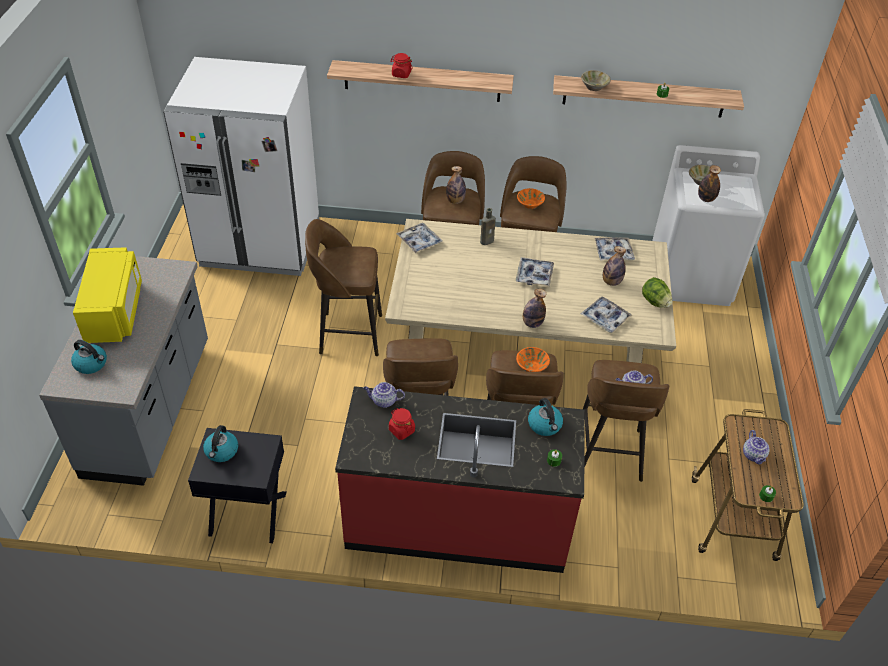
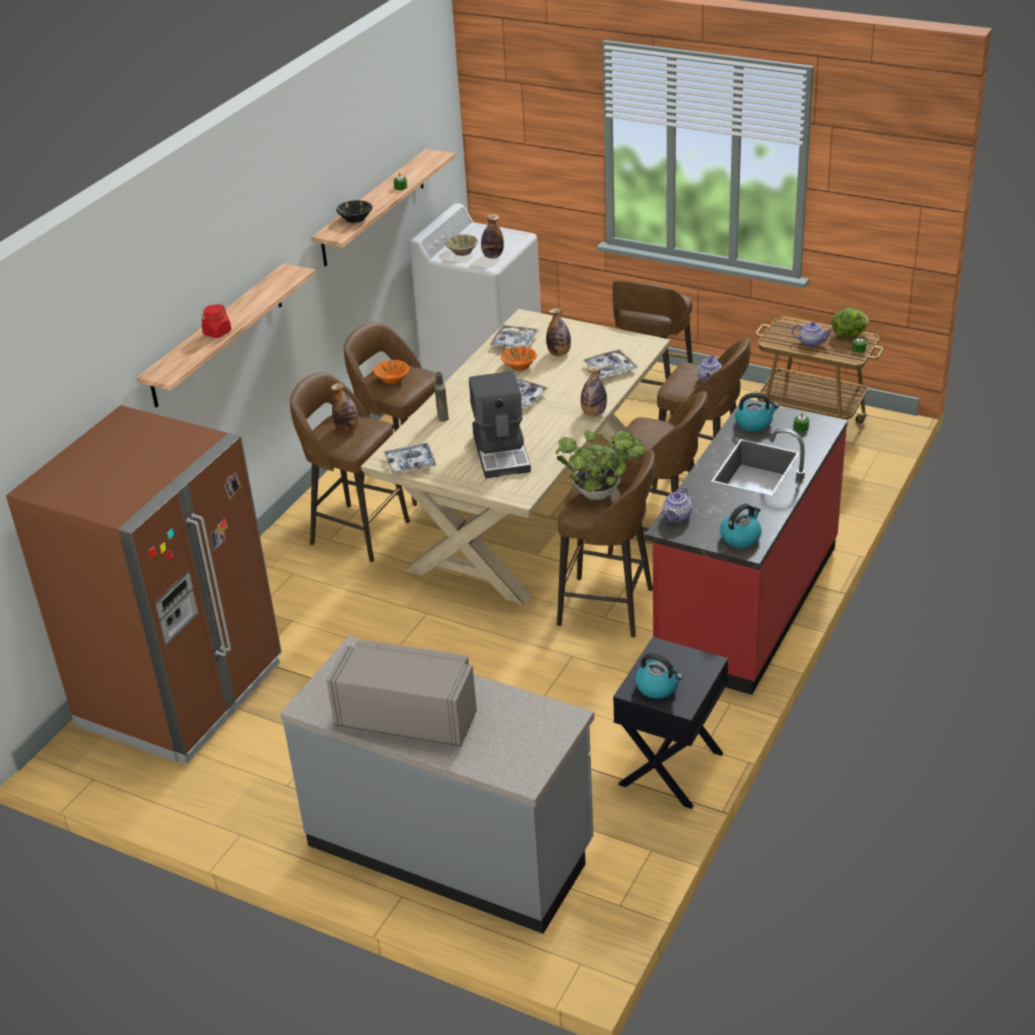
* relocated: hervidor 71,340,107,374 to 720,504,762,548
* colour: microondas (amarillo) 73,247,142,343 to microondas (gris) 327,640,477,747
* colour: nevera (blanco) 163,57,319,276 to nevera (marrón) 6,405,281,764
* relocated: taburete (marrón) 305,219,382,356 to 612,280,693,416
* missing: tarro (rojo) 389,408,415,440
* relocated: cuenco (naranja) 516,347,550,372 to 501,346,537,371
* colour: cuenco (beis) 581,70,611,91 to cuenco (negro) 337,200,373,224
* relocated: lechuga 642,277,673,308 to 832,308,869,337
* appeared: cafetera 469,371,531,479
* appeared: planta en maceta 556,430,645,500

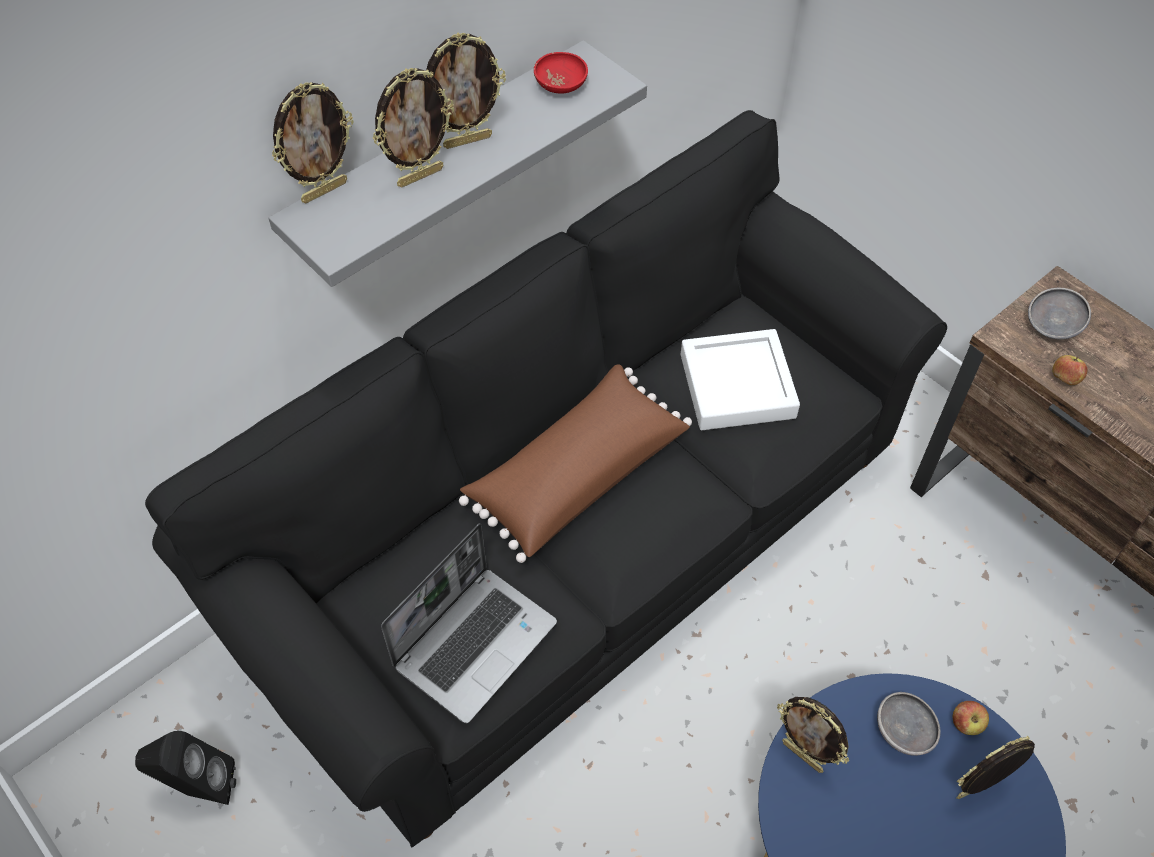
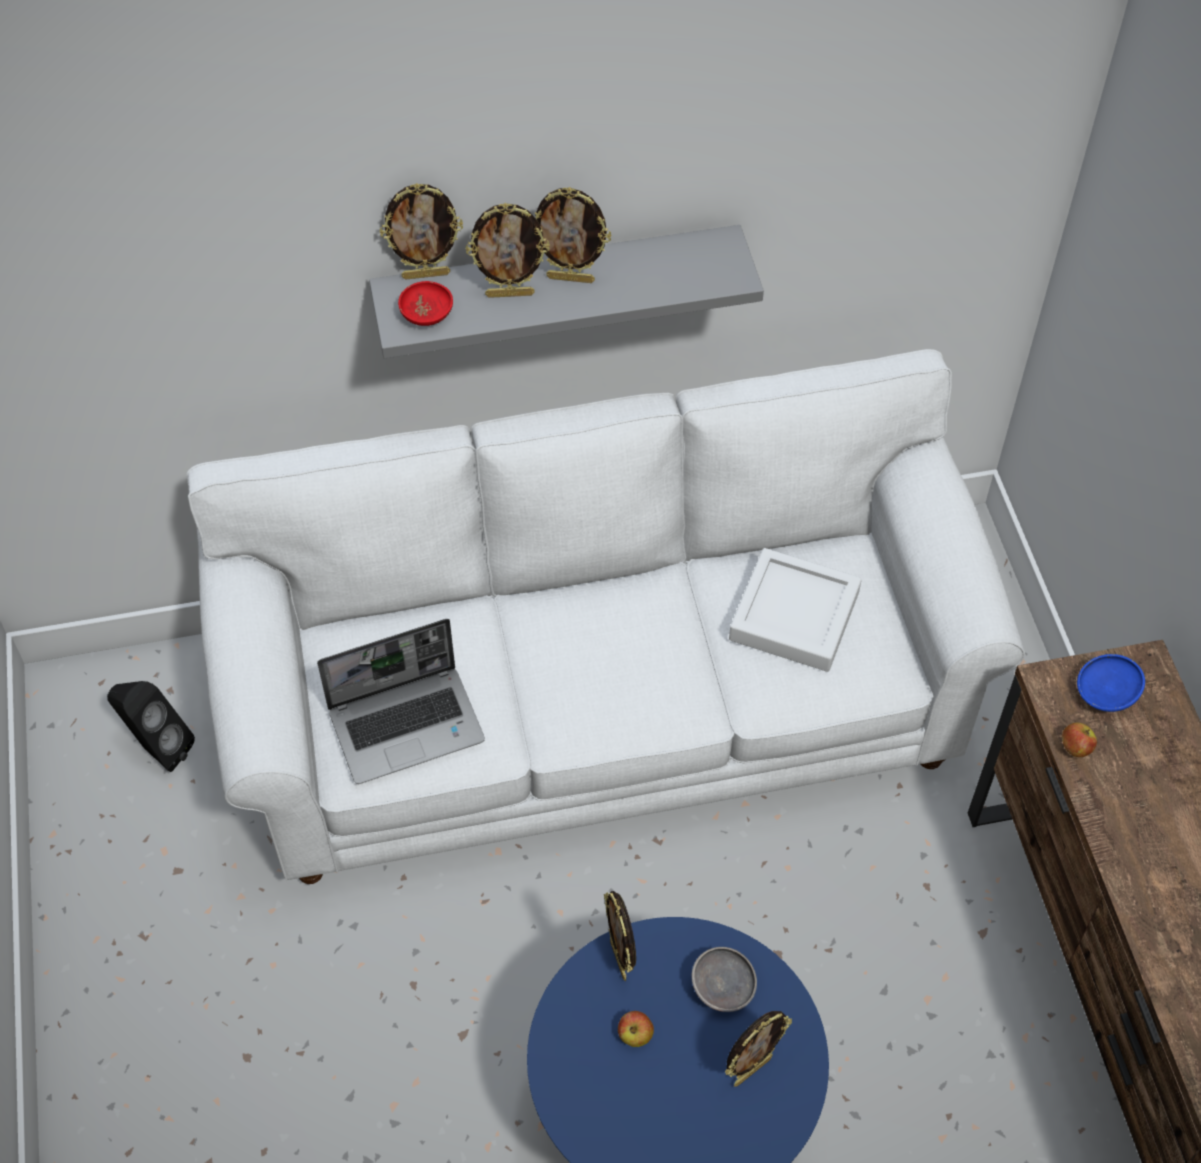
* colour: sofá (negro) 145,110,947,848 to sofá (blanco) 186,349,1025,884
* missing: cojín (marrón) 459,365,692,563
* relocated: cuenco (rojo) 534,52,588,94 to 398,281,453,326
* relocated: manzana 953,701,989,735 to 618,1011,654,1047
* spun: portarretratos 957,736,1035,799 = 725,1011,792,1087 135 degrees clockwise
* colour: cuenco (gris) 1028,288,1091,340 to cuenco (azul) 1077,654,1145,712

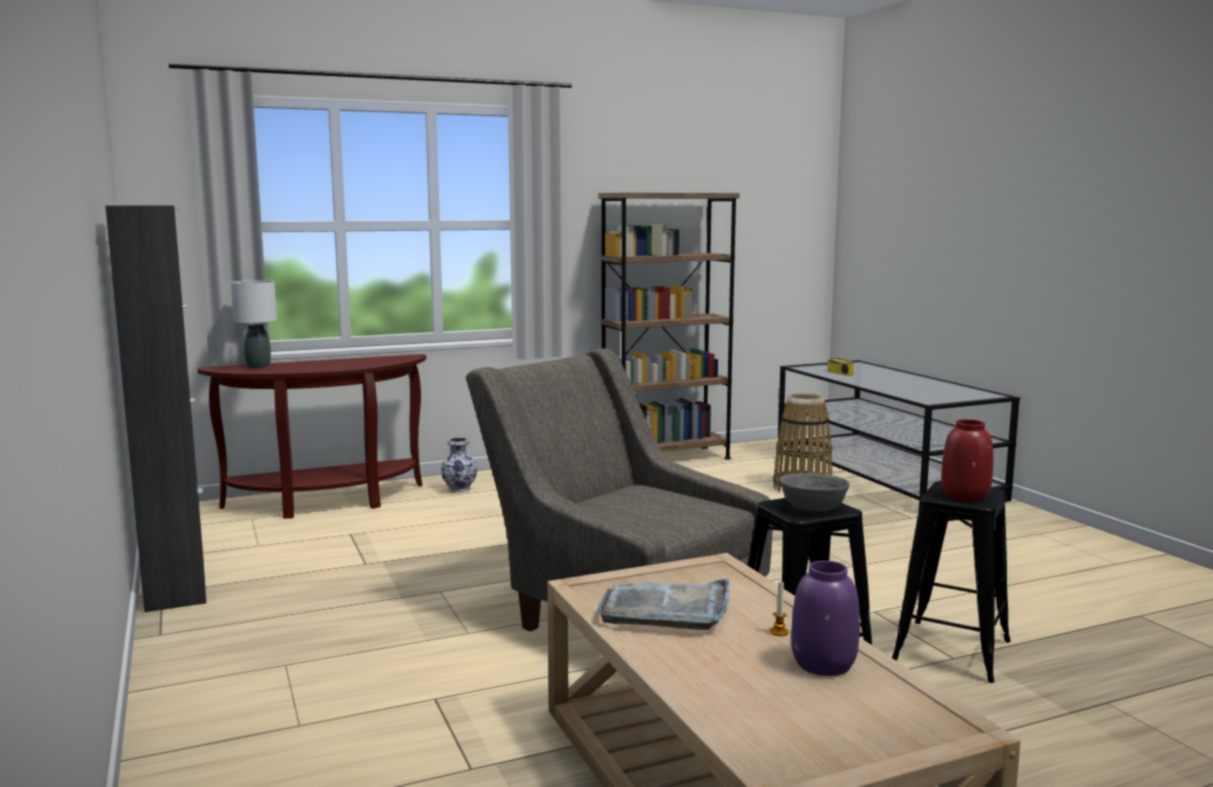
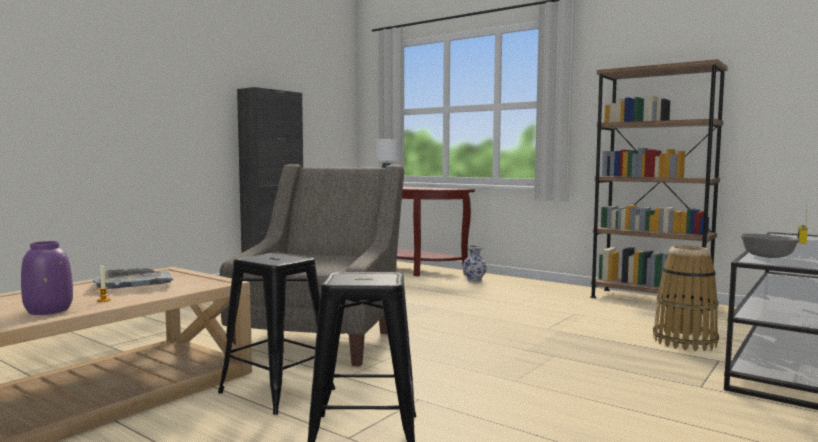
* relocated: cuenco (gris) 780,473,850,512 to 741,233,799,258
* missing: florero (rojo) 941,419,994,501

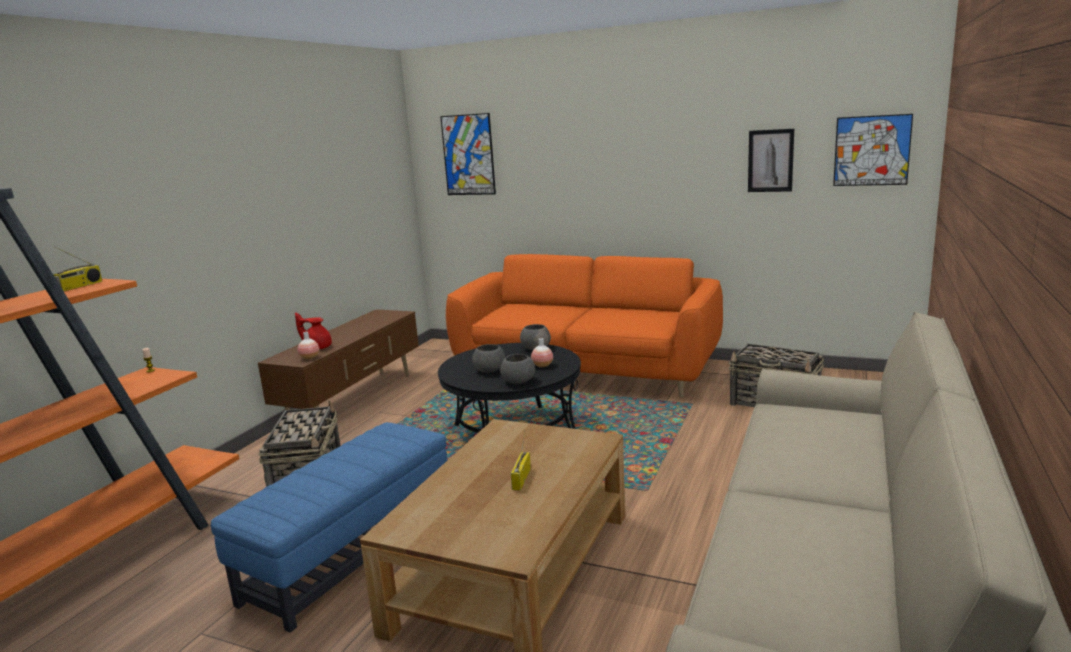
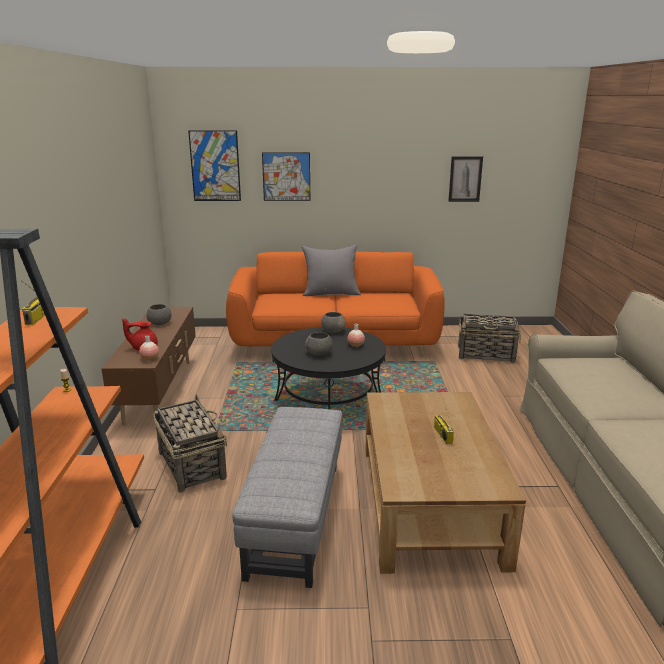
* colour: puf (azul) 211,422,448,633 to puf (gris) 232,407,342,588
* relocated: cuenco (gris) 500,354,535,384 to 146,304,172,325
* relocated: cuadro 833,114,913,186 to 262,152,310,201
* appeared: cojín (gris) 302,245,361,296

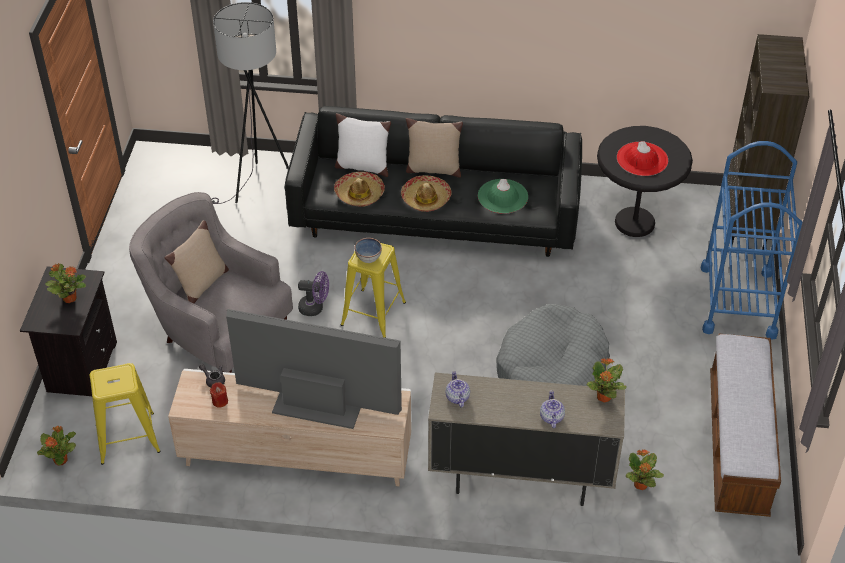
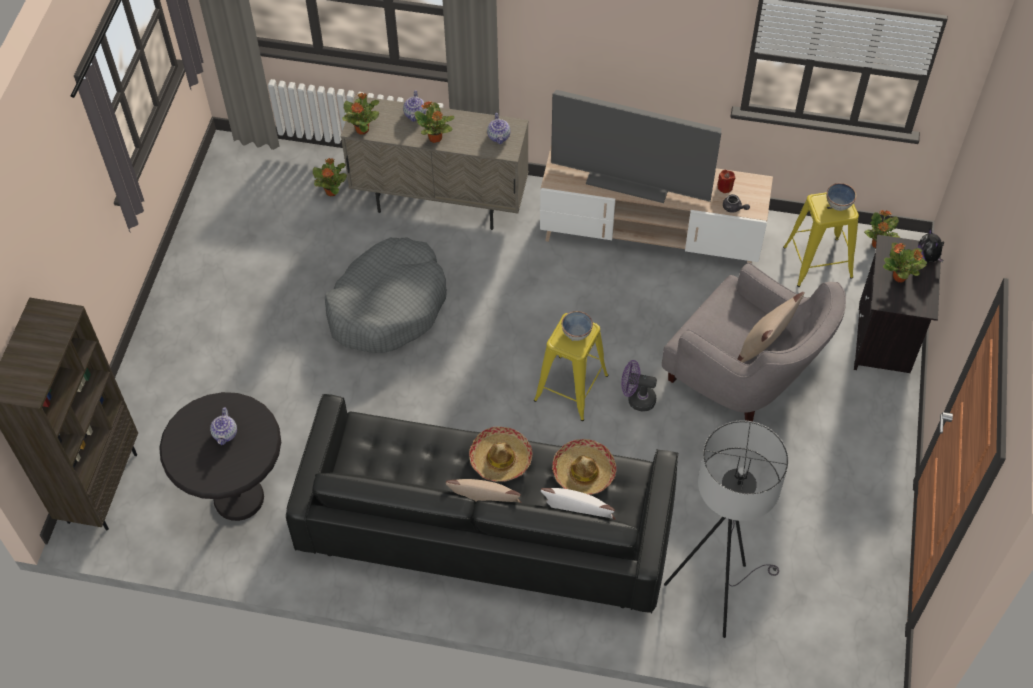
* missing: sombrero (verde) 478,179,528,214
* exchanged: sombrero (rojo) 617,141,668,176 to tetera 210,408,237,445
* missing: carrito (azul) 701,141,803,340
* missing: banco 710,334,781,517
* appeared: planta en maceta 415,101,454,143
* appeared: cuenco 827,183,856,211
* appeared: peluche 918,229,944,262

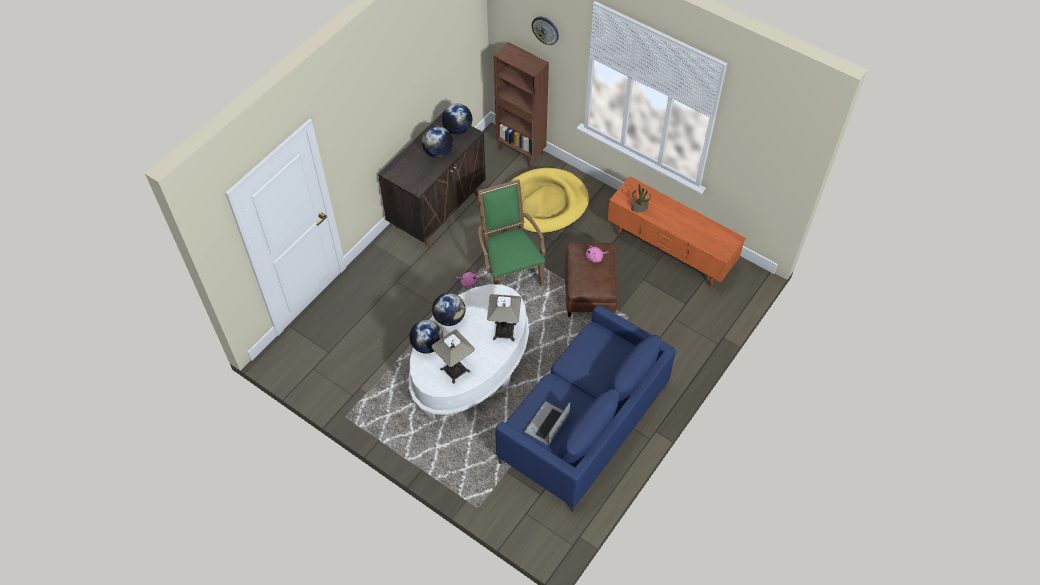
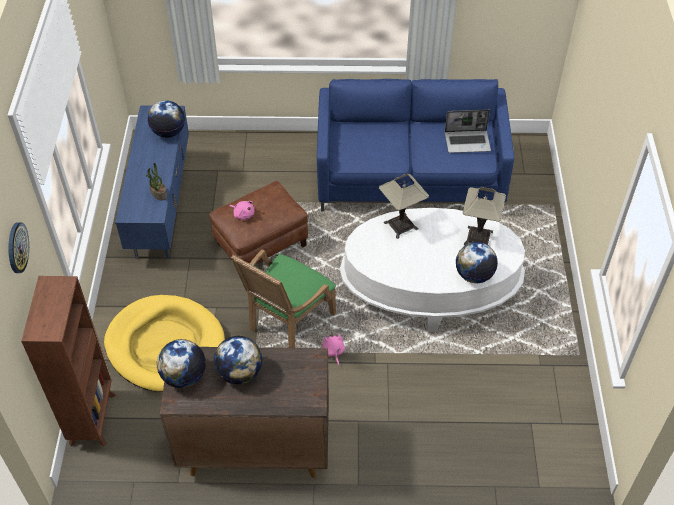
* relocated: globo terráqueo 432,293,465,326 to 148,100,185,138
* colour: mueble de televisión (naranja) 607,176,746,288 to mueble de televisión (azul) 115,106,189,259

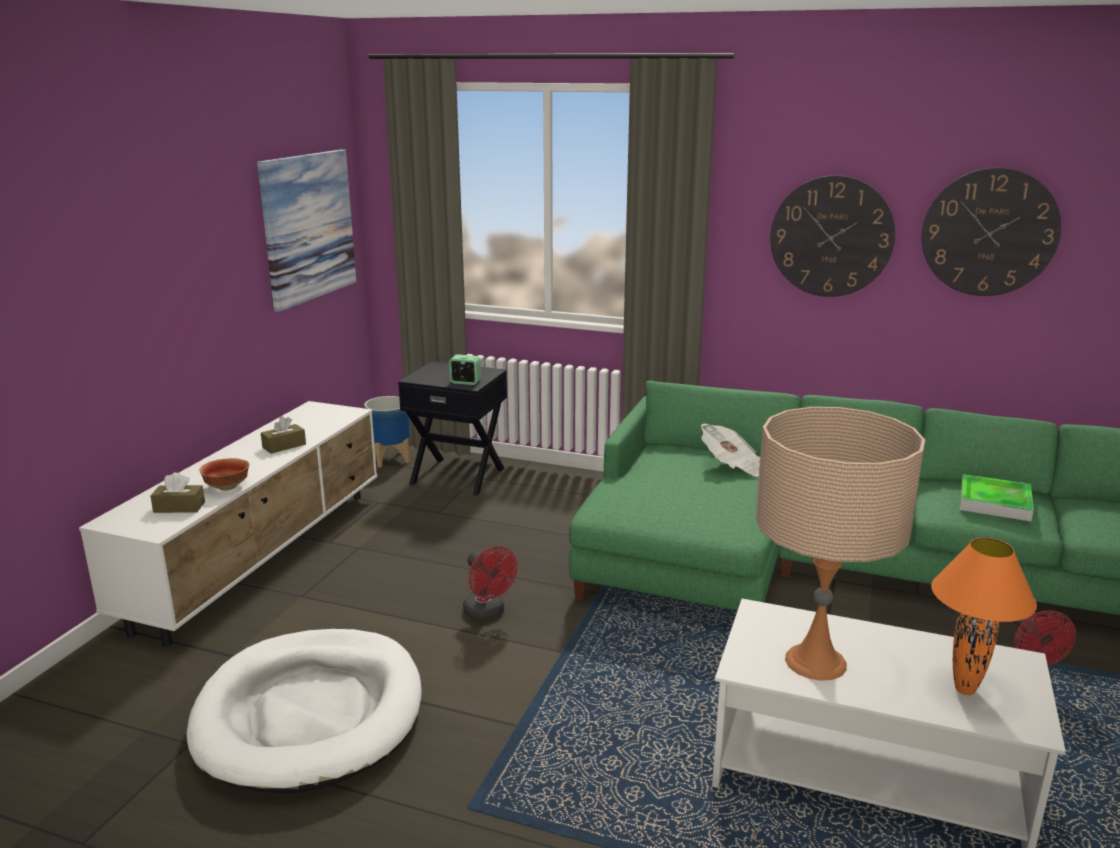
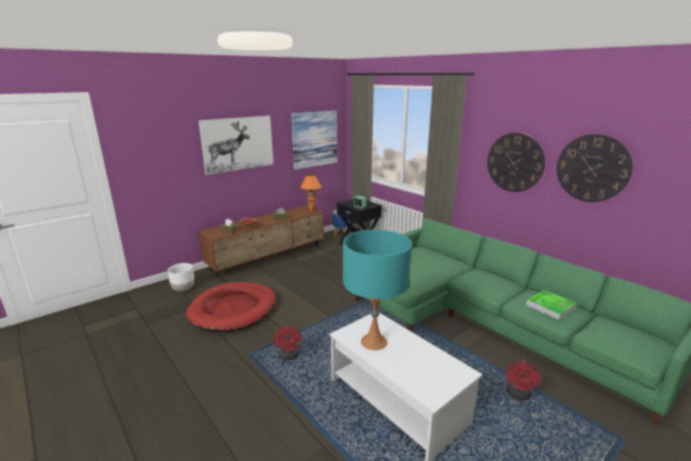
* colour: mueble de televisión (blanco) 79,401,377,647 to mueble de televisión (marrón) 198,205,324,277
* colour: cama para perro (blanco) 187,629,422,793 to cama para perro (rojo) 186,282,276,332
* relocated: ventilador (rojo) 463,546,517,621 to 273,324,302,360
* missing: periódico 701,423,760,477
* colour: lámpara de mesa (beis) 755,407,925,681 to lámpara de mesa (turquesa) 343,230,411,350
* relocated: lámpara de mesa (naranja) 931,538,1037,695 to 301,174,322,211
* appeared: maceta (blanco) 167,263,195,292
* appeared: cuadro 199,116,273,175

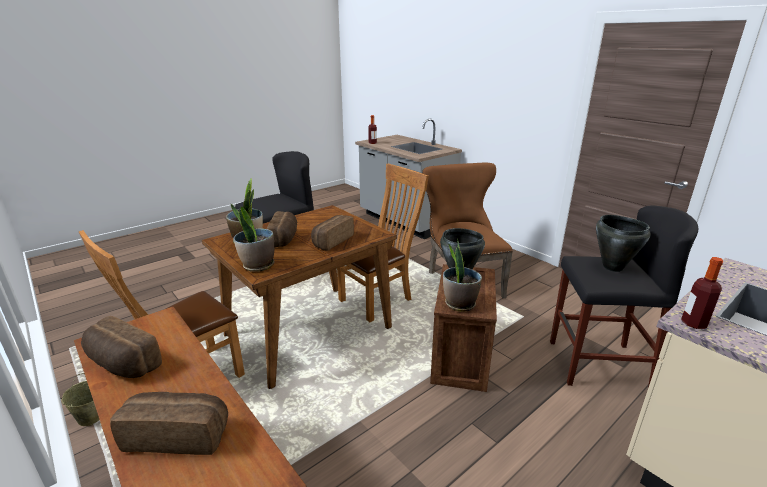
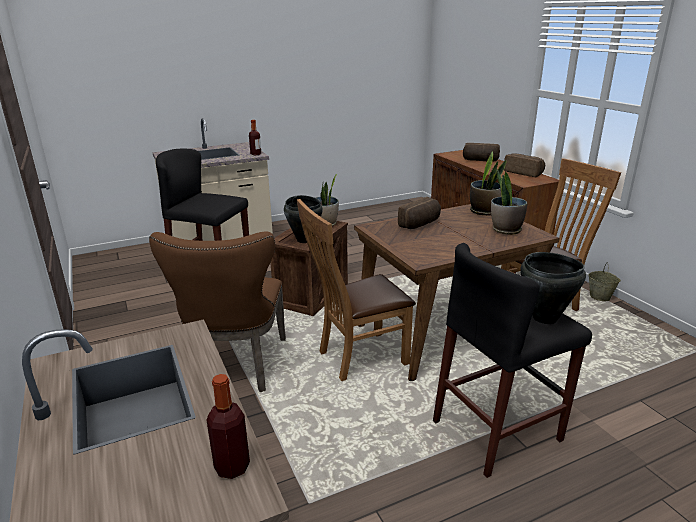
* missing: pan 267,211,297,247
* relocated: olla (negro) 596,215,651,272 to 520,252,586,324

